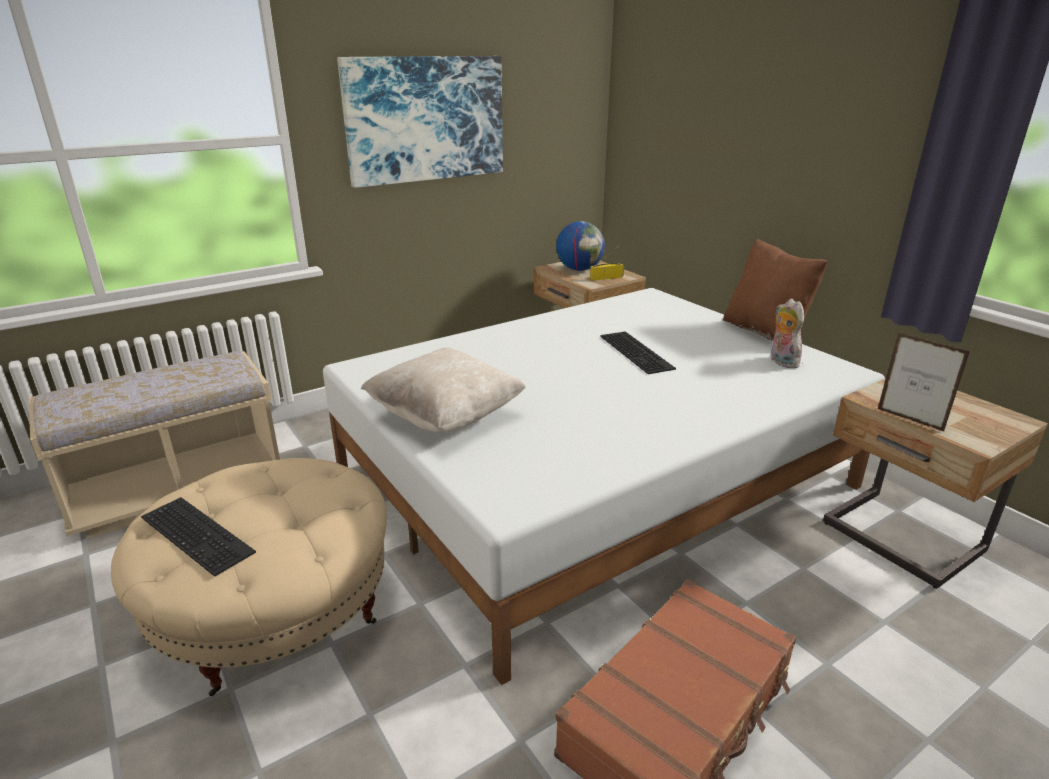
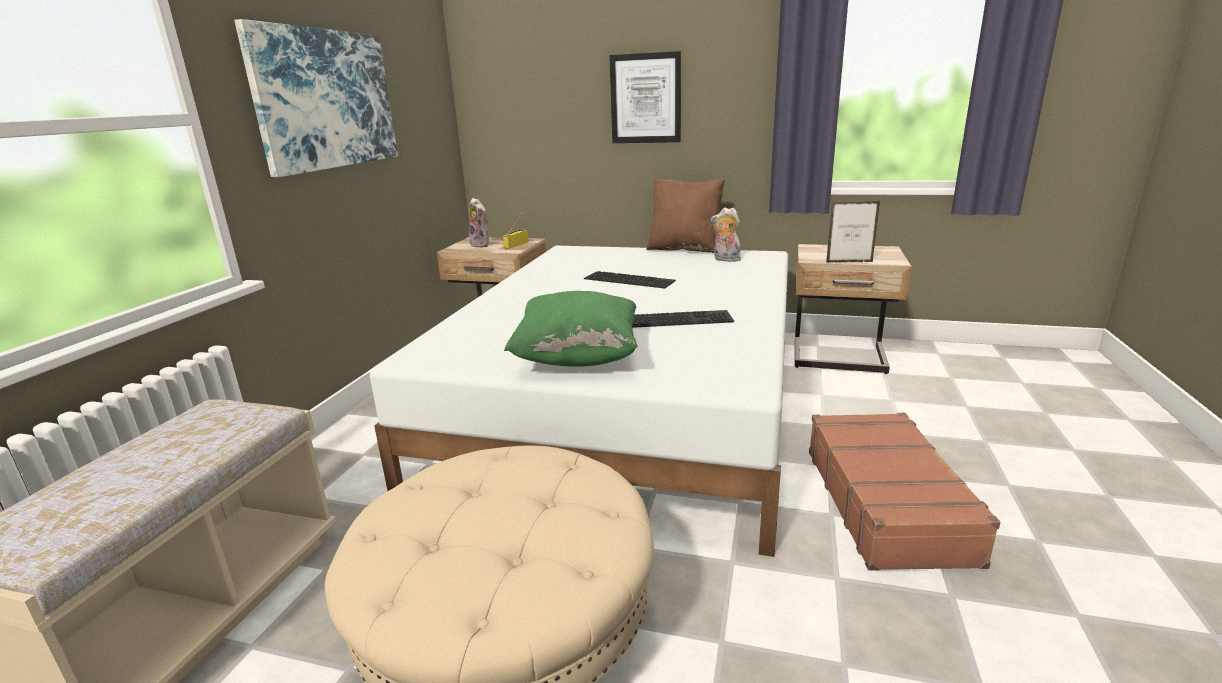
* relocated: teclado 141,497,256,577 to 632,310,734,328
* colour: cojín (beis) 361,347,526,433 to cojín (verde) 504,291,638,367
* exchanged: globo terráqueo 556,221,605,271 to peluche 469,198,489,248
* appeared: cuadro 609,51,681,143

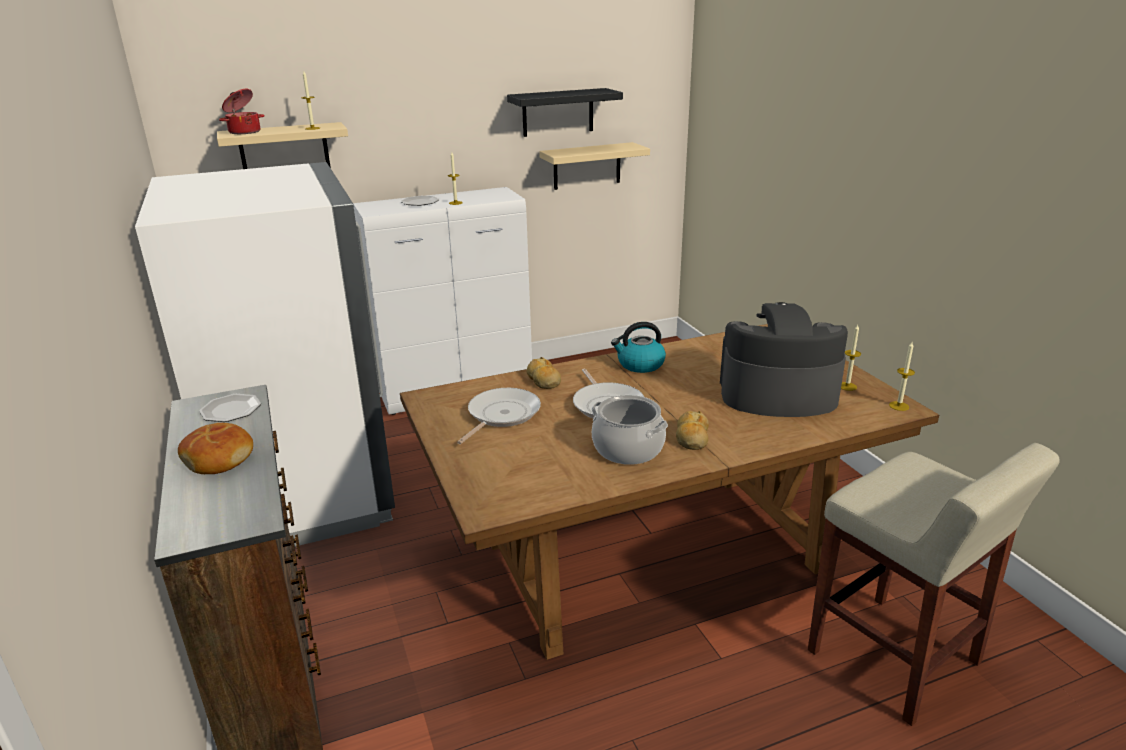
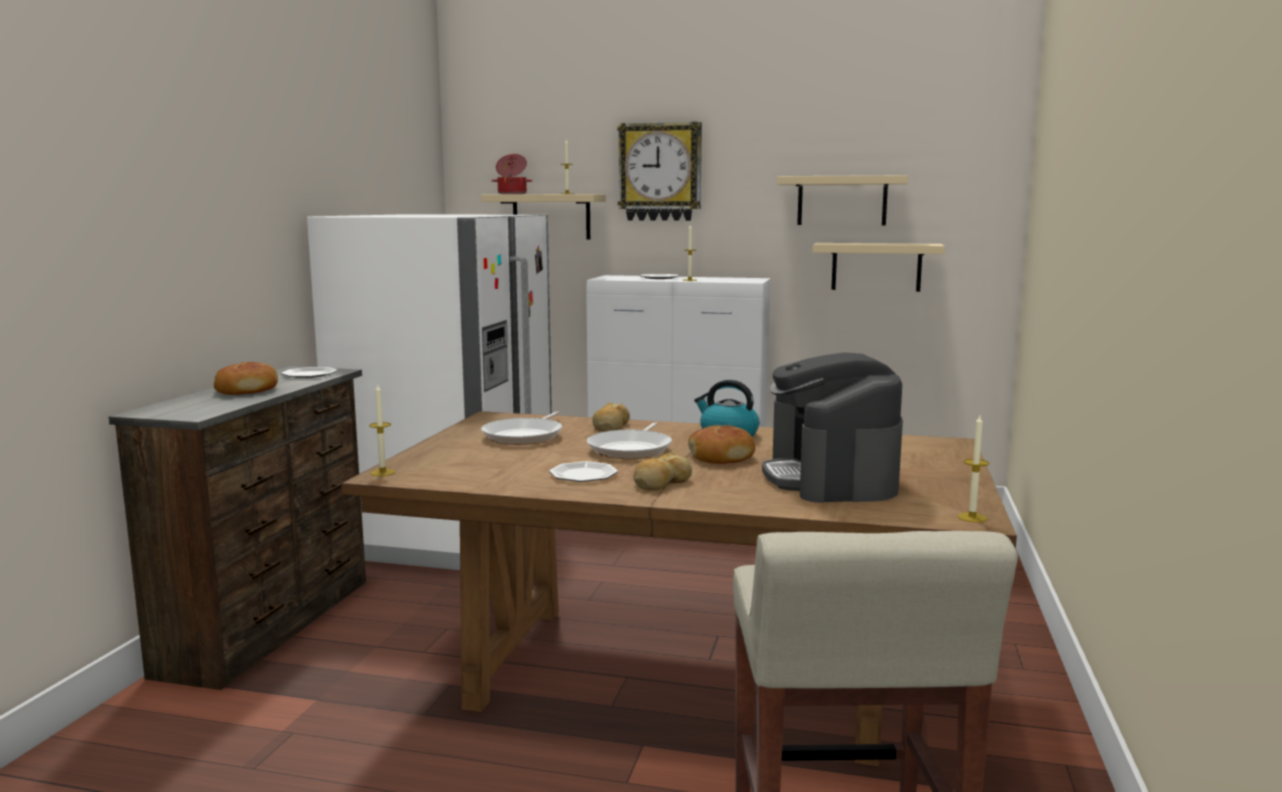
* spun: sartén 457,388,541,444 = 481,411,562,445 135 degrees clockwise
* colour: estante (negro) 507,88,623,137 to estante (beis) 777,175,908,226
* exchanged: olla 592,395,668,465 to plato 549,461,618,482
* spun: cafetera 720,302,848,417 = 762,353,903,503 135 degrees counterclockwise
* relocated: vela 841,325,861,391 to 369,383,395,476
* appeared: reloj de pared 617,122,702,221
* appeared: pan 688,425,755,464

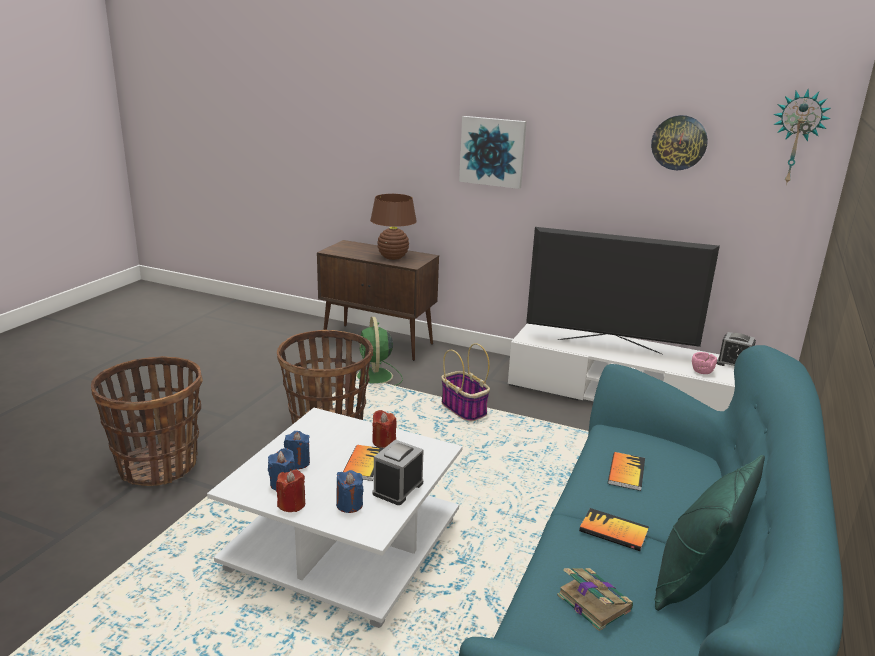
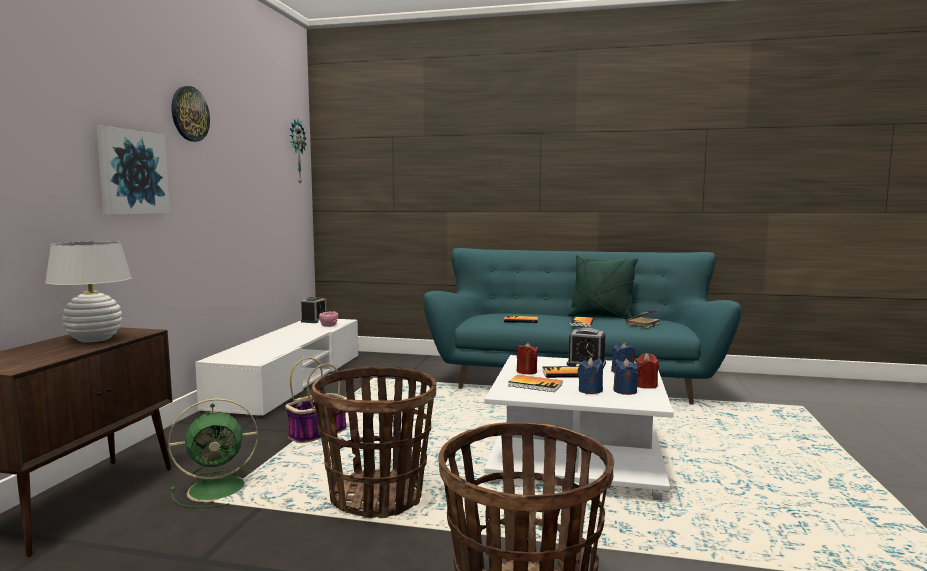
* colour: lámpara de mesa (marrón) 370,194,417,260 to lámpara de mesa (blanco) 45,241,132,343
* missing: televisor 526,227,720,354
* relocated: reloj de pared 651,115,708,170 to 172,86,210,142
* appeared: libro 508,375,562,392

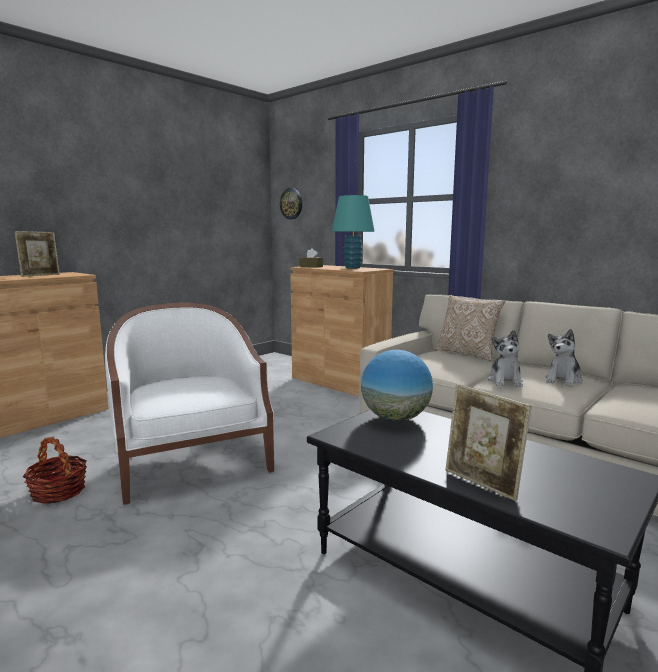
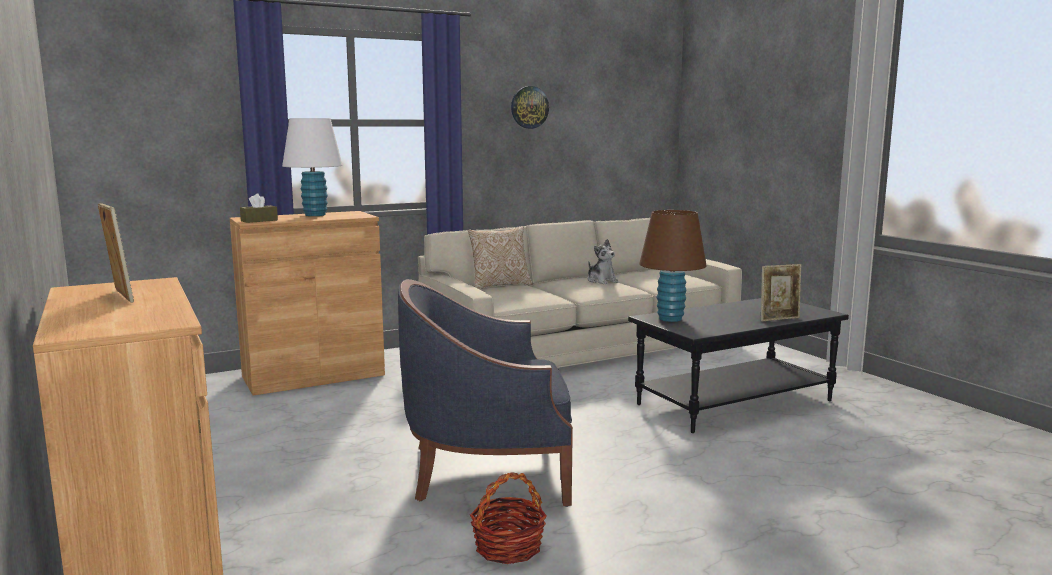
* colour: sillón (blanco) 105,303,274,505 to sillón (azul) 398,279,573,507
* relocated: reloj de pared 280,188,302,219 to 511,86,549,129
* colour: lámpara de mesa (turquesa) 332,195,375,268 to lámpara de mesa (blanco) 282,118,343,216
* exchanged: globo terráqueo 361,350,433,421 to lámpara de mesa (marrón) 639,210,707,322
* missing: peluche 488,330,523,387

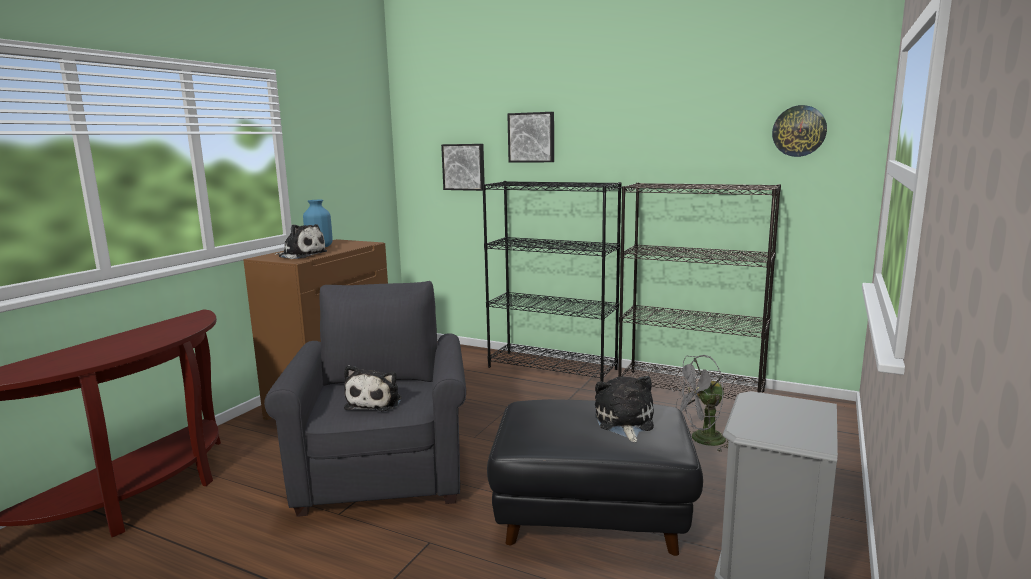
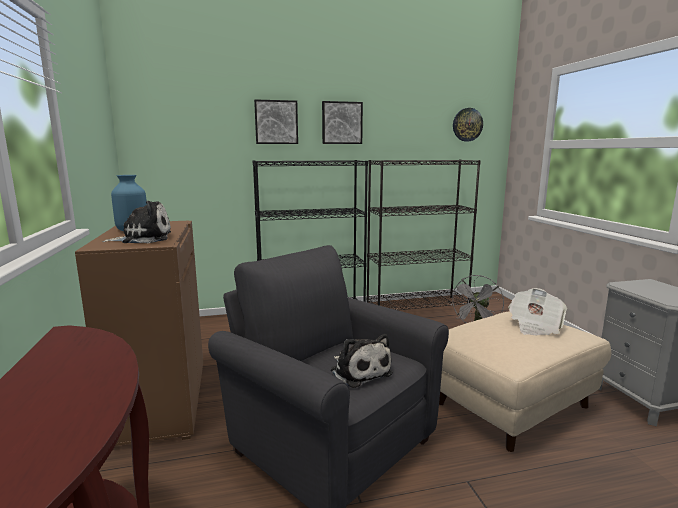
* relocated: cuadro 441,144,485,191 to 322,101,363,144
* colour: puf (negro) 487,399,703,556 to puf (beis) 439,311,611,452
* exchanged: peluche 595,376,654,442 to periódico 508,288,567,336

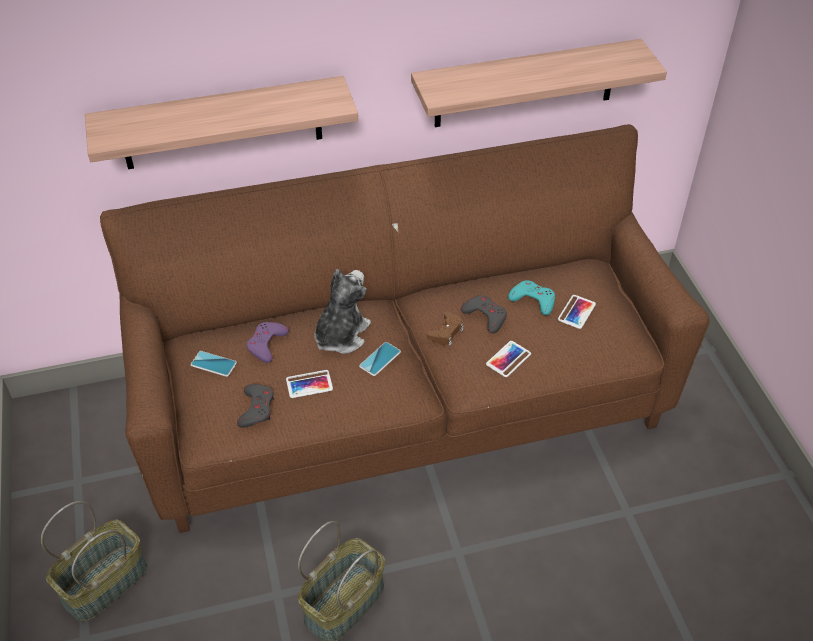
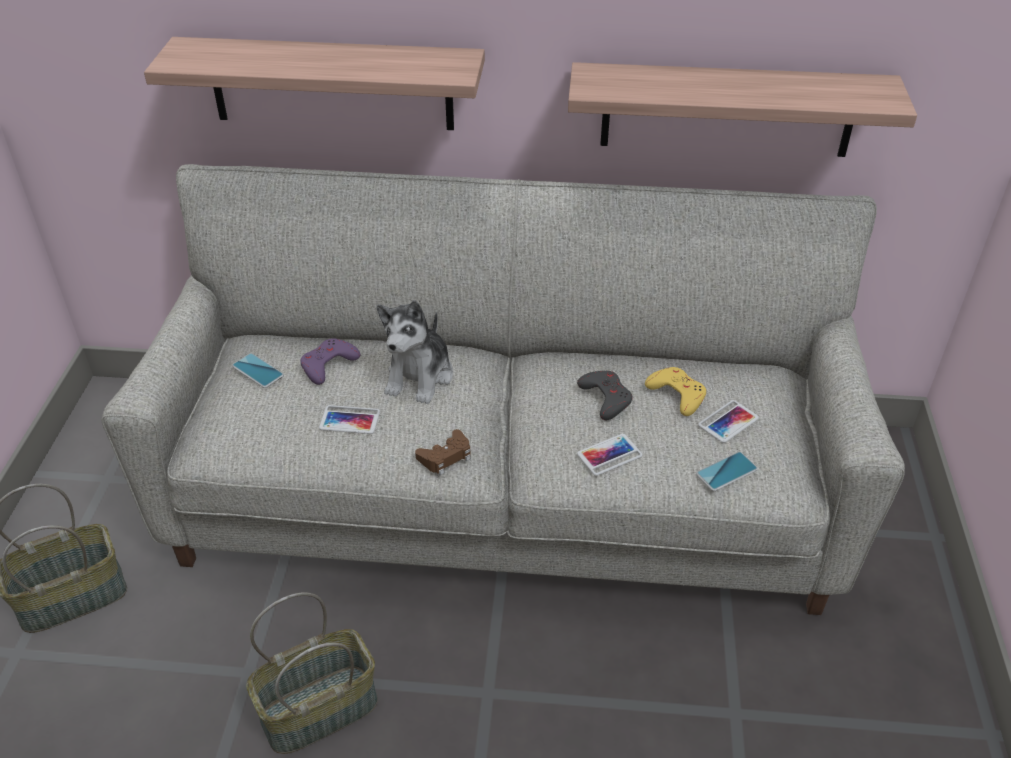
* colour: sofá (marrón) 100,124,710,533 to sofá (gris) 101,164,905,615
* missing: mando de consola (gris) 237,384,274,428
* spun: peluche 314,269,371,354 = 377,300,453,404 150 degrees clockwise
* relocated: móvil 359,342,401,376 to 696,452,758,491
* relocated: mando de consola (marrón) 427,311,464,346 to 415,429,471,475
* colour: mando de consola (turquesa) 508,280,555,316 to mando de consola (amarillo) 645,367,706,416

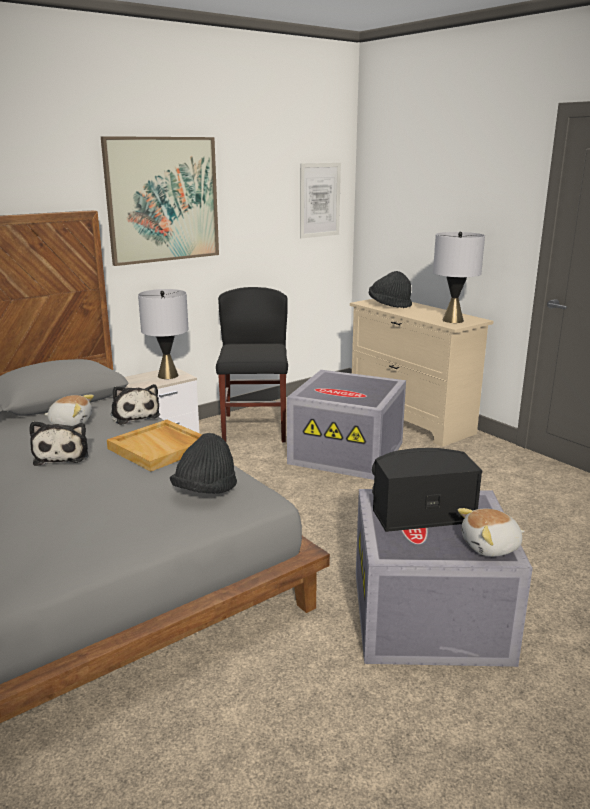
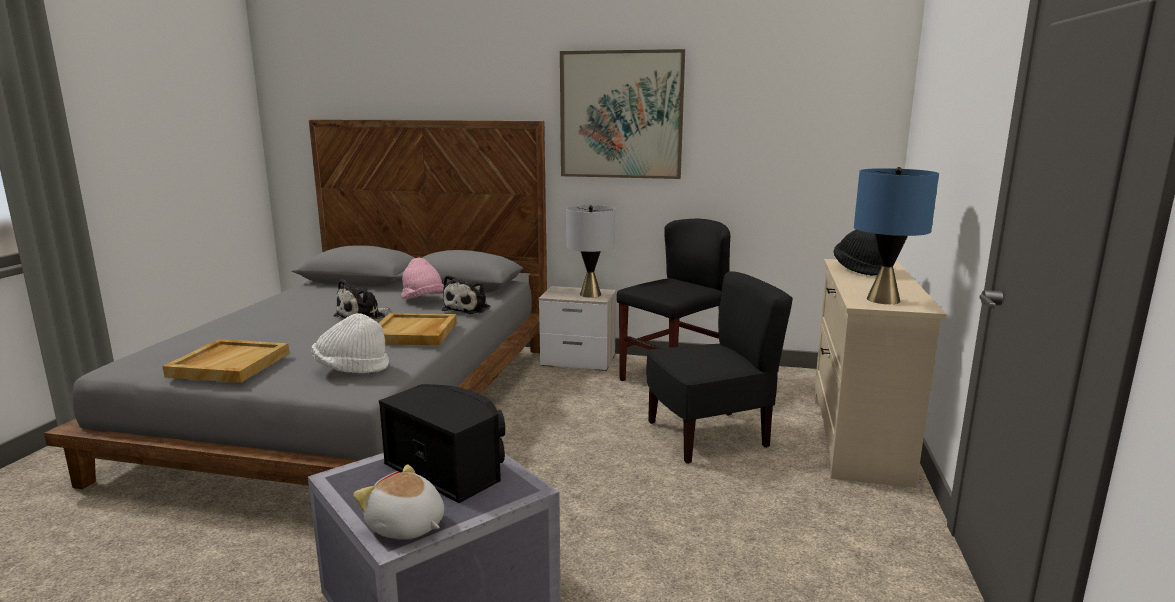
* exchanged: peluche 44,395,94,426 to sombrero (rosa) 401,258,444,299
* colour: sombrero (negro) 170,433,237,494 to sombrero (blanco) 311,313,389,373
* exchanged: caja de almacenaje (gris) 287,370,406,480 to silla (negro) 646,271,793,464
* missing: cuadro 300,163,341,238
* colour: lámpara de mesa (gris) 433,232,485,323 to lámpara de mesa (azul) 854,167,939,304
* appeared: bandeja (beis) 163,339,290,383

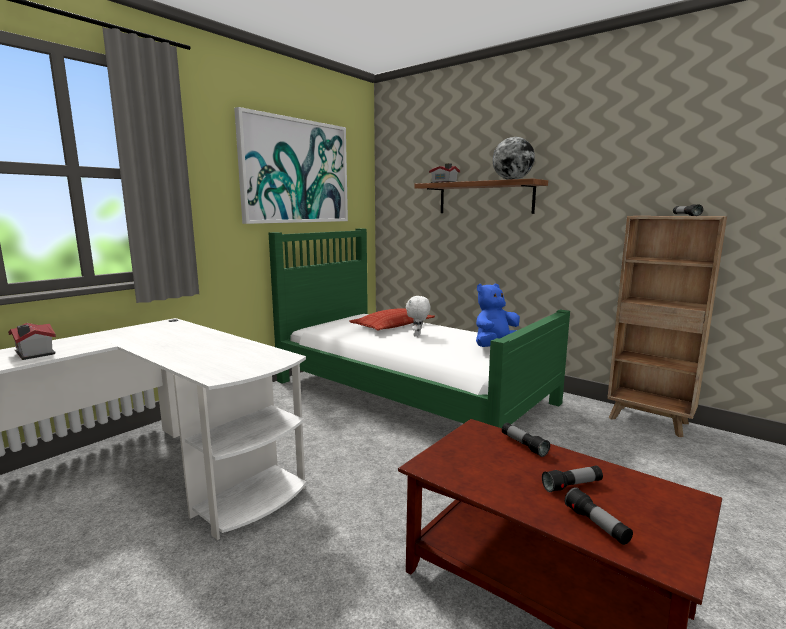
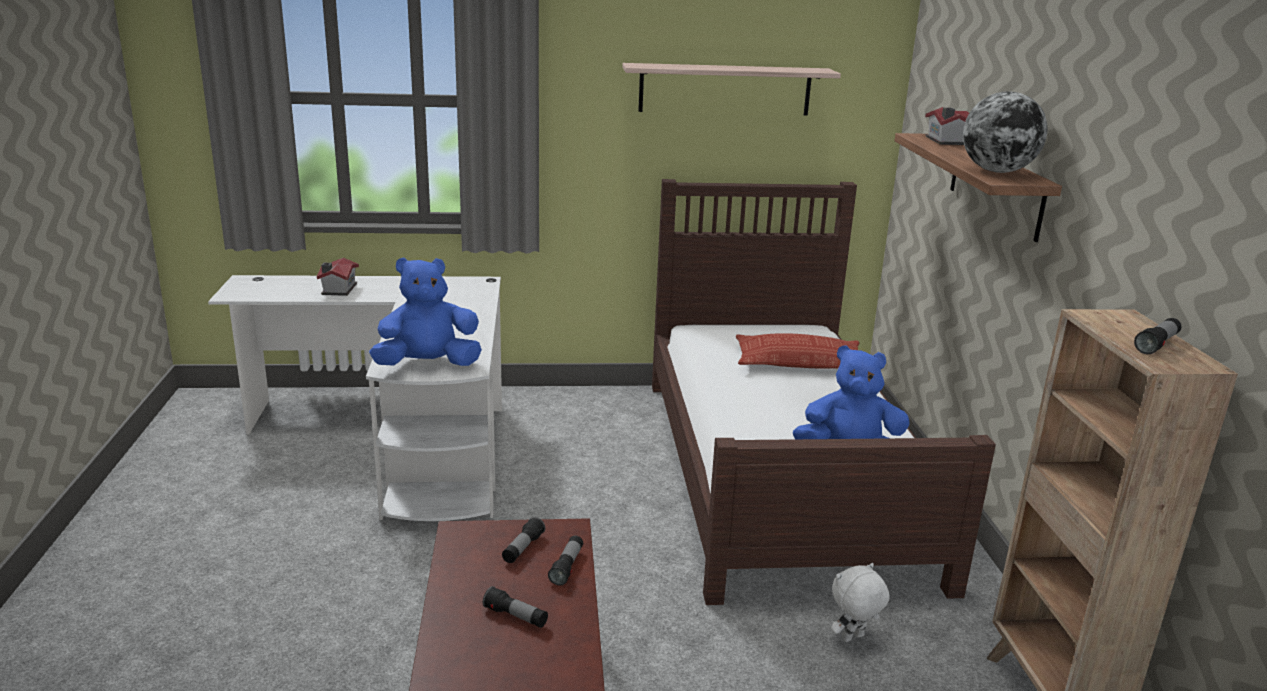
* exchanged: cuadro 234,107,348,224 to estante 622,63,841,116
* colour: cama (verde) 269,228,570,428 to cama (marrón) 652,179,996,605
* relocated: peluche (blanco) 406,296,430,337 to 831,563,889,642
* relocated: linterna 565,487,633,545 to 502,517,545,563
* appeared: peluche (azul) 369,257,482,366

